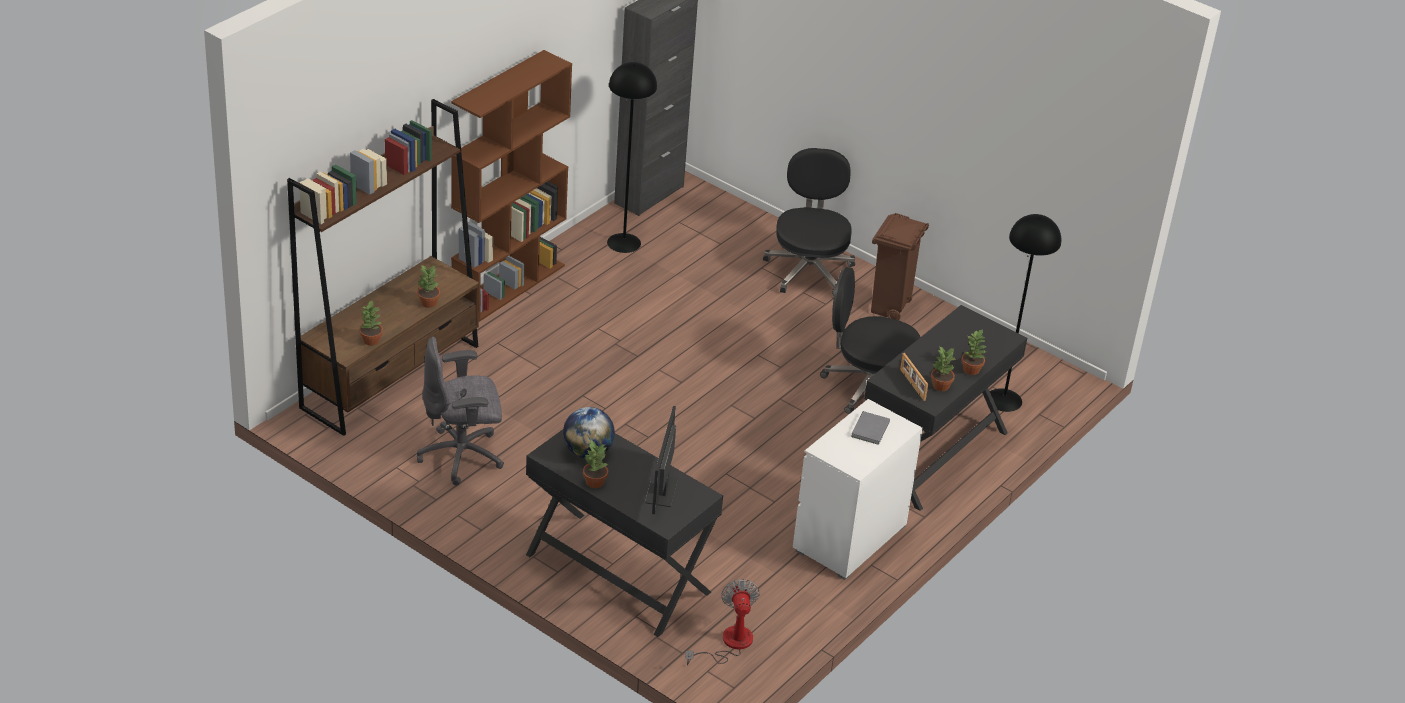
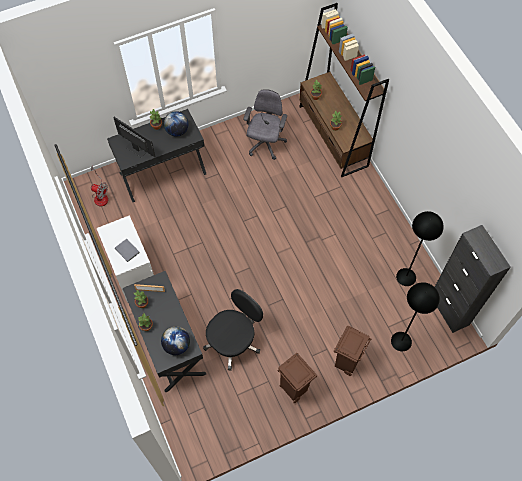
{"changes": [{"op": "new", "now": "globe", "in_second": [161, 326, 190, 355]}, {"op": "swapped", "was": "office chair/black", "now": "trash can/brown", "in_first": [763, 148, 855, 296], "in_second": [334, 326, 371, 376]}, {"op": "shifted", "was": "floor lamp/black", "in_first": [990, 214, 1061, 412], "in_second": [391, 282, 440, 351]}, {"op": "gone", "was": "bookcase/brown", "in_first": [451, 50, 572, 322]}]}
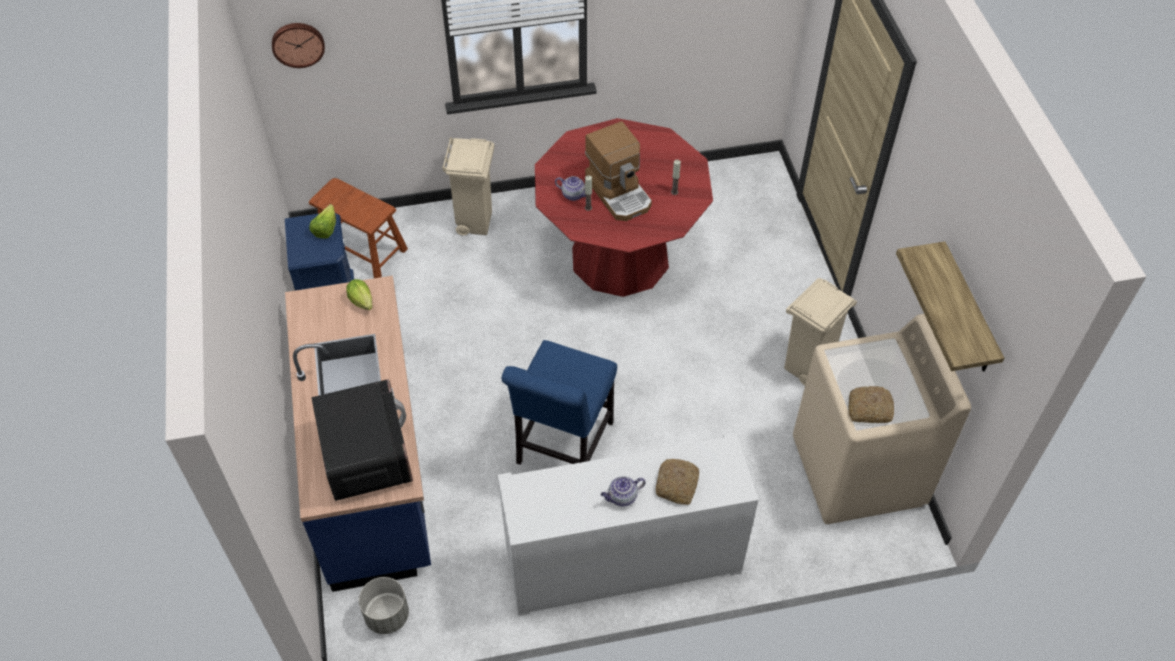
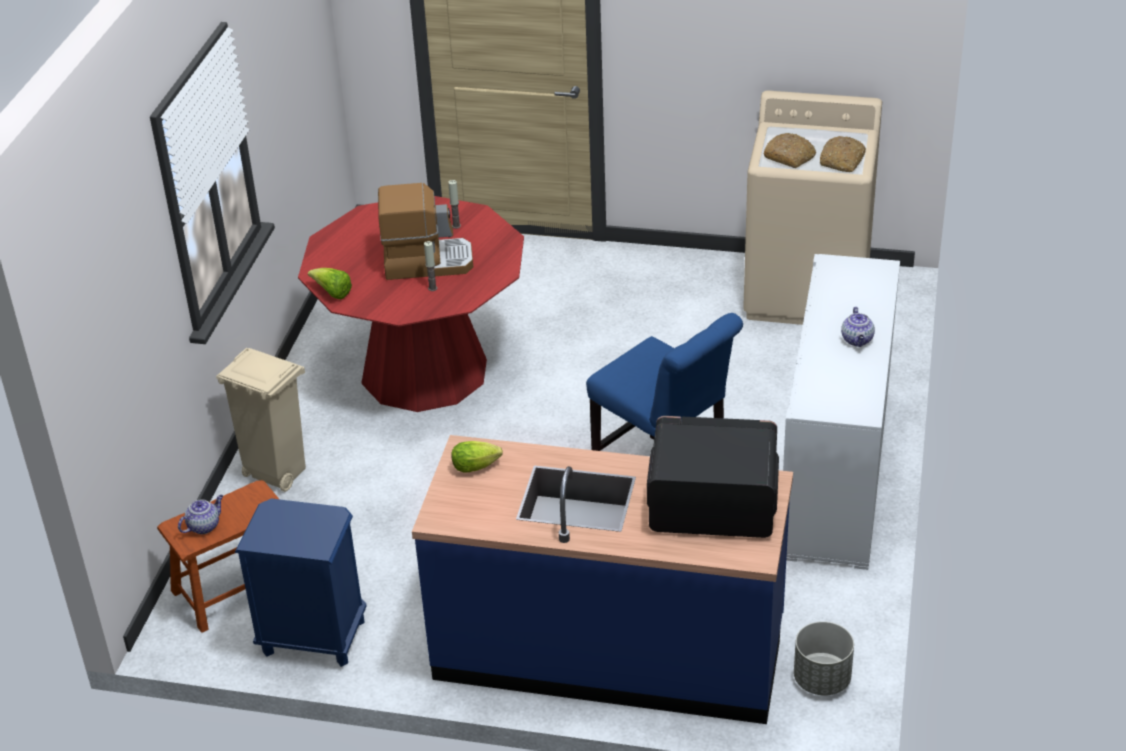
{"changes": [{"op": "shifted", "was": "teapot", "in_first": [555, 176, 586, 201], "in_second": [178, 495, 223, 534]}, {"op": "shifted", "was": "lettuce", "in_first": [309, 204, 336, 238], "in_second": [308, 268, 352, 299]}, {"op": "shifted", "was": "bread", "in_first": [656, 459, 699, 505], "in_second": [763, 133, 816, 168]}, {"op": "gone", "was": "wall clock", "in_first": [272, 23, 325, 68]}, {"op": "gone", "was": "trash can/beige", "in_first": [784, 278, 857, 385]}, {"op": "gone", "was": "shelf", "in_first": [896, 241, 1004, 372]}]}
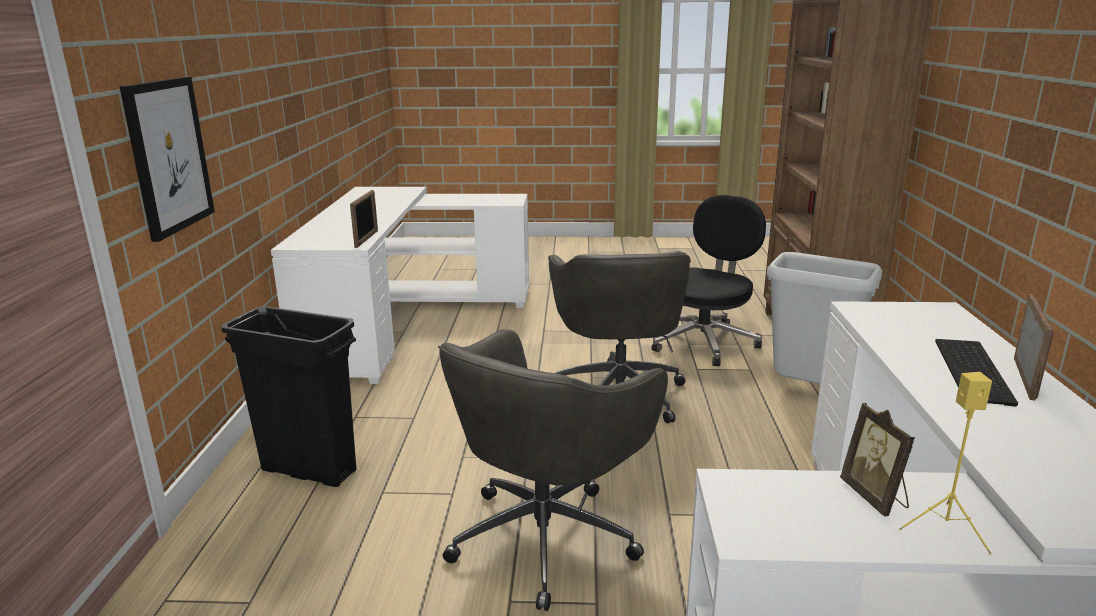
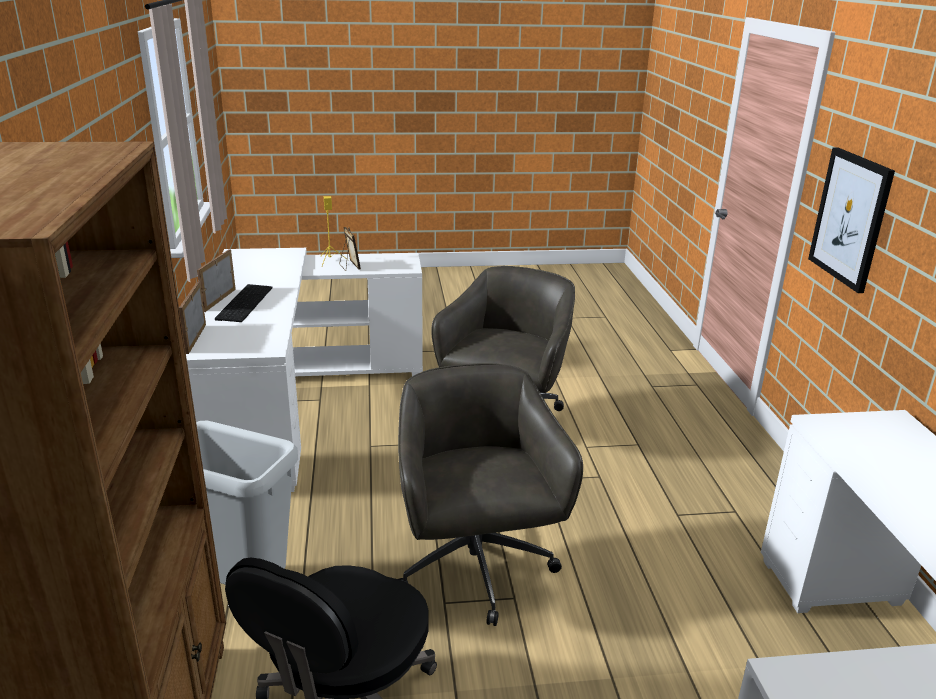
{"changes": [{"op": "shifted", "was": "picture frame", "in_first": [350, 190, 378, 248], "in_second": [179, 281, 206, 354]}, {"op": "gone", "was": "trash can/black", "in_first": [221, 306, 356, 487]}]}
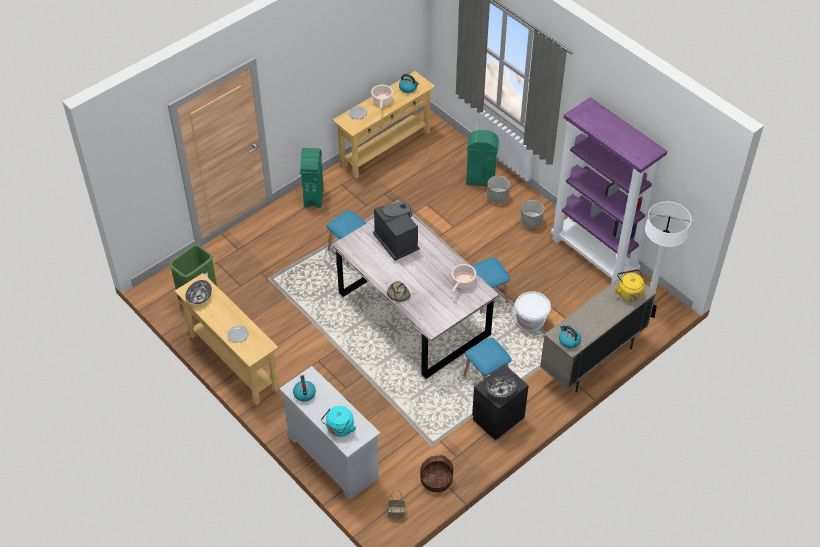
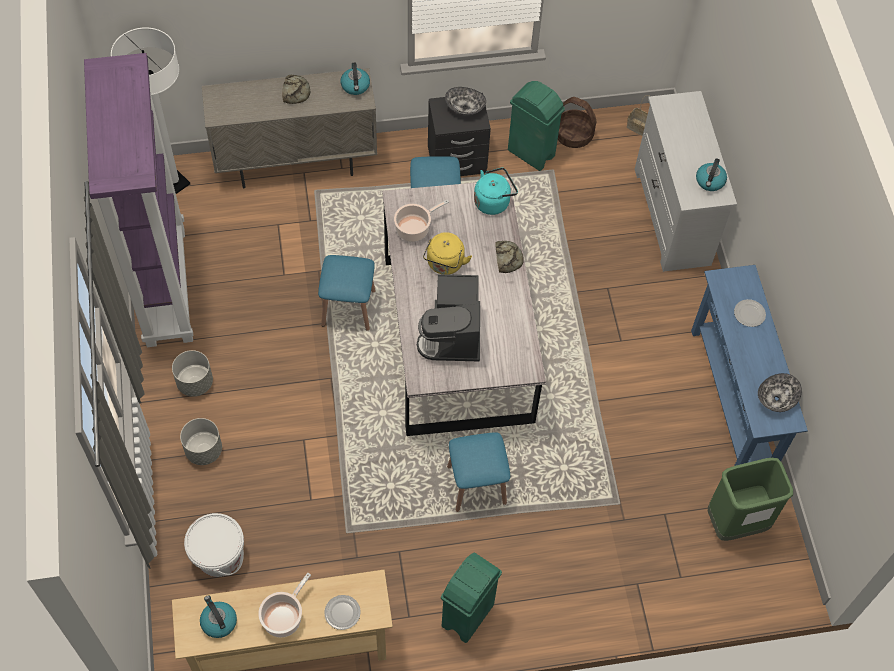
{"changes": [{"op": "shifted", "was": "bucket/white", "in_first": [513, 291, 551, 332], "in_second": [184, 513, 244, 577]}, {"op": "new", "now": "bread", "in_second": [282, 75, 310, 104]}, {"op": "shifted", "was": "kettle/yellow", "in_first": [615, 269, 645, 302], "in_second": [423, 232, 472, 274]}, {"op": "shifted", "was": "kettle/turquoise", "in_first": [321, 406, 356, 437], "in_second": [474, 167, 518, 215]}, {"op": "shifted", "was": "trash can/green", "in_first": [466, 130, 499, 186], "in_second": [508, 81, 565, 171]}, {"op": "repainted", "was": "console table/beige", "now": "console table/blue", "in_first": [175, 273, 279, 405], "in_second": [691, 265, 808, 466]}]}
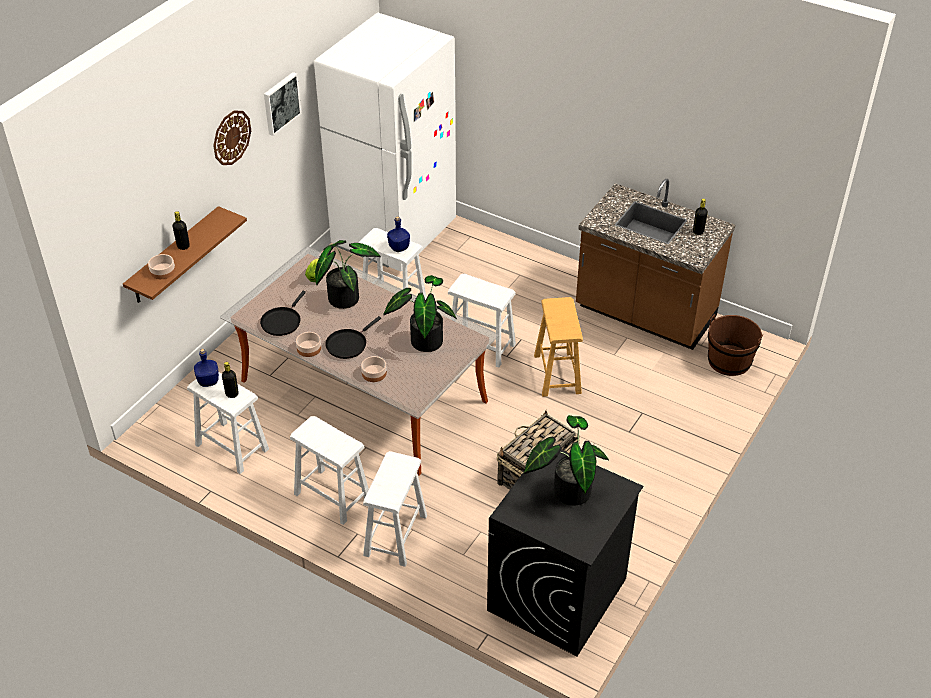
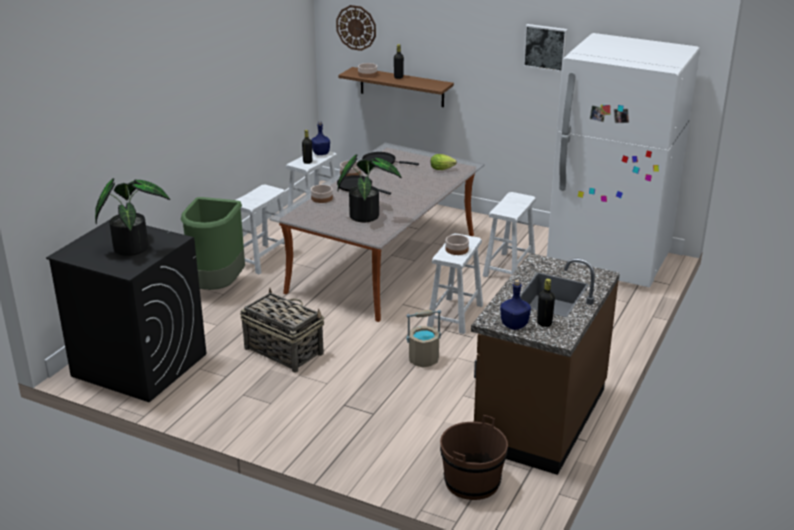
{"changes": [{"op": "swapped", "was": "stool/white", "now": "trash can/green", "in_first": [363, 451, 427, 567], "in_second": [181, 197, 245, 290]}, {"op": "shifted", "was": "wall clock", "in_first": [213, 111, 251, 165], "in_second": [336, 5, 376, 51]}, {"op": "swapped", "was": "stool/brown", "now": "bucket/beige", "in_first": [534, 297, 583, 397], "in_second": [406, 310, 441, 367]}, {"op": "new", "now": "bowl", "in_second": [445, 235, 469, 255]}, {"op": "shifted", "was": "bottle/blue", "in_first": [387, 216, 410, 252], "in_second": [500, 280, 531, 330]}, {"op": "gone", "was": "potted plant", "in_first": [315, 240, 381, 309]}]}
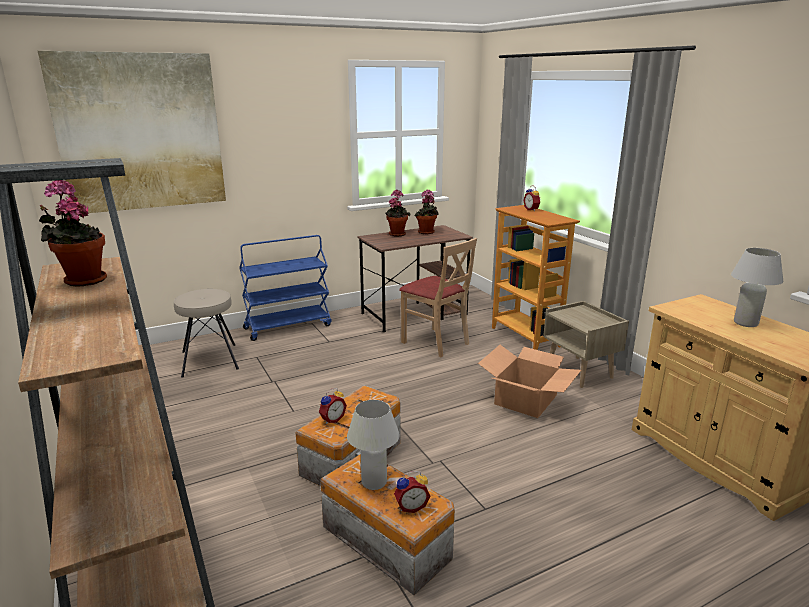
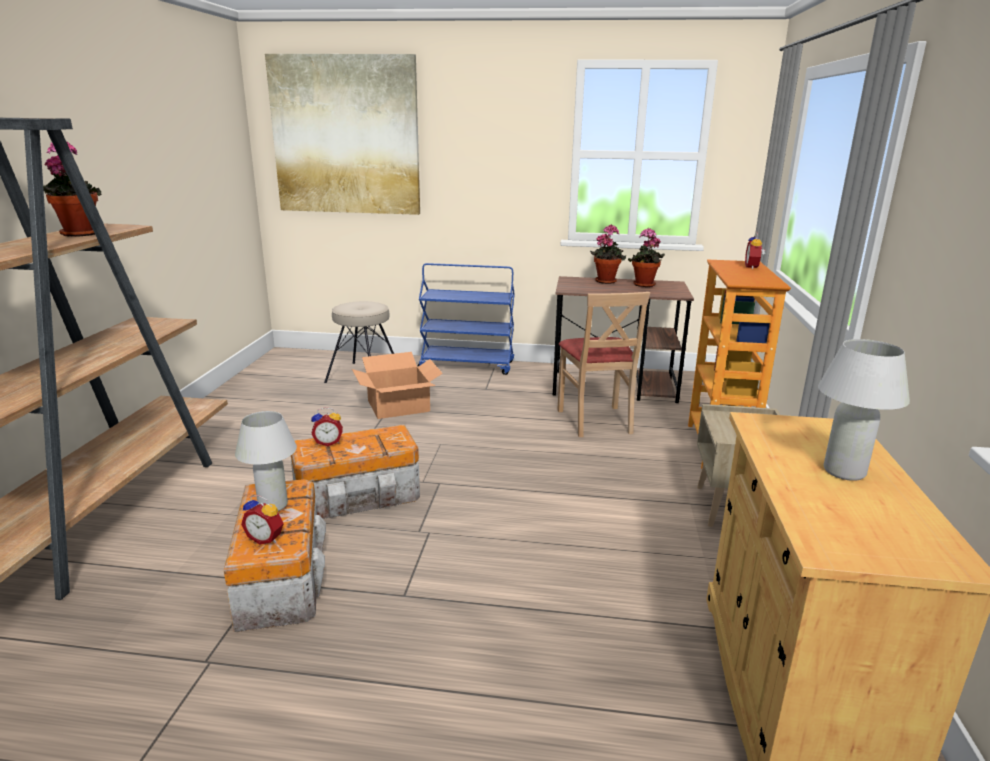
{"changes": [{"op": "shifted", "was": "cardboard box", "in_first": [478, 345, 581, 418], "in_second": [352, 352, 443, 419]}]}
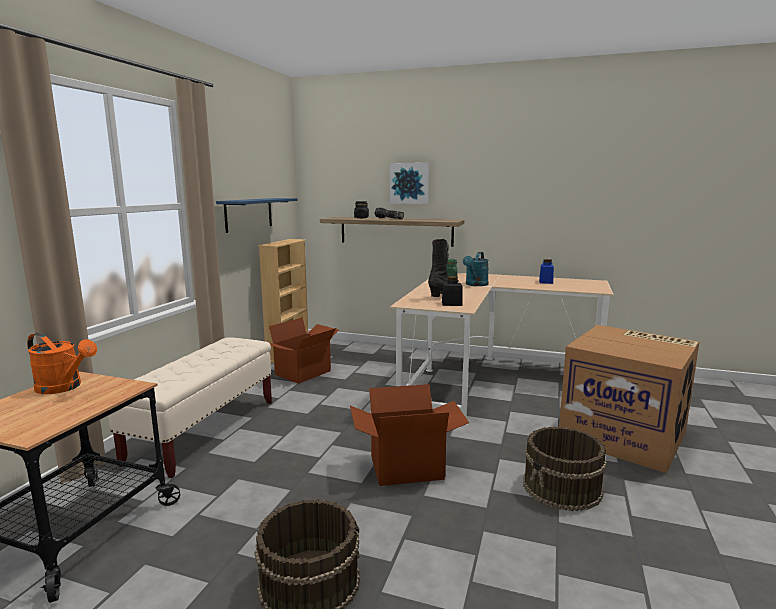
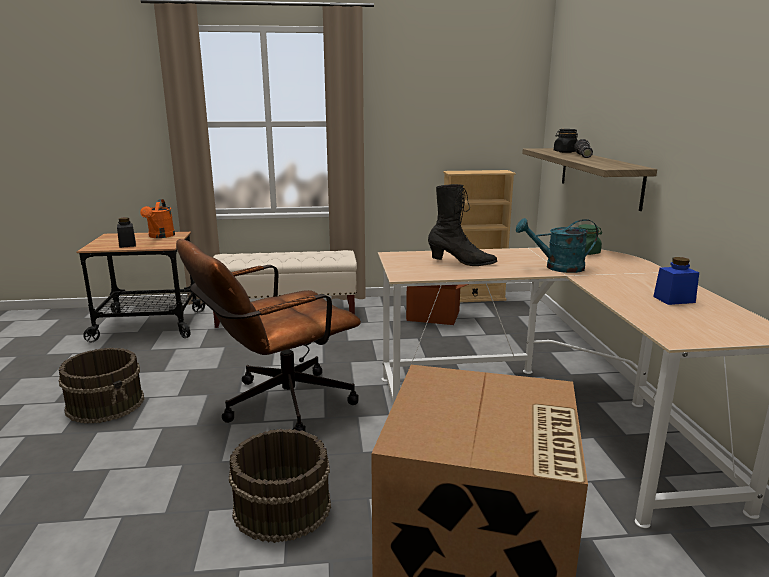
{"changes": [{"op": "shifted", "was": "jar/black", "in_first": [442, 276, 463, 306], "in_second": [117, 217, 136, 248]}, {"op": "swapped", "was": "cardboard box", "now": "office chair/brown", "in_first": [350, 384, 469, 486], "in_second": [176, 239, 361, 432]}, {"op": "gone", "was": "shelf/blue", "in_first": [216, 198, 298, 233]}, {"op": "gone", "was": "picture", "in_first": [390, 163, 429, 204]}]}
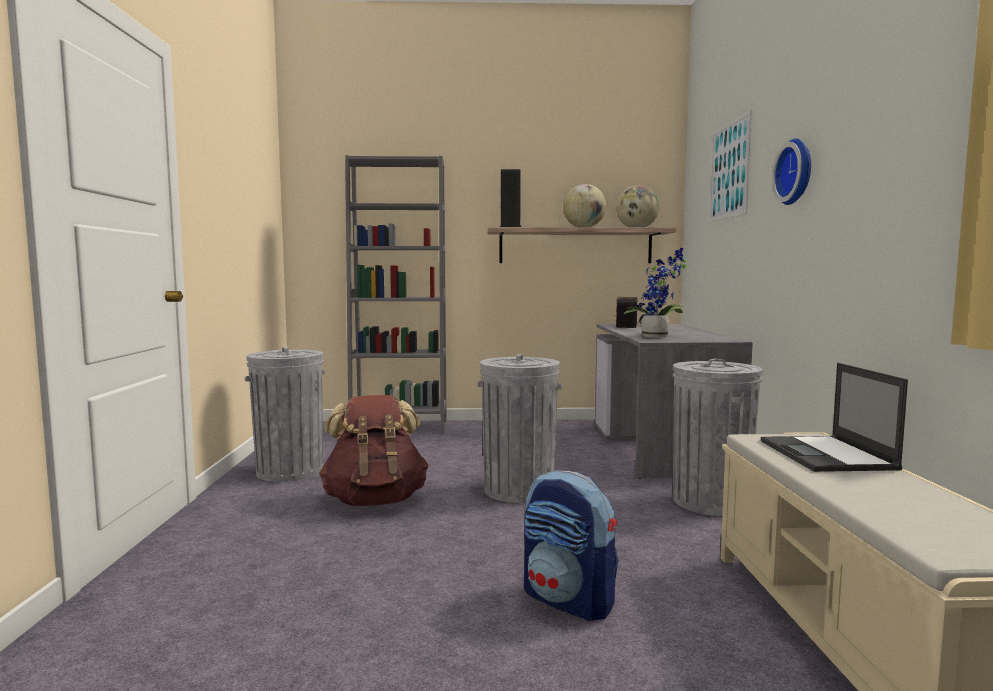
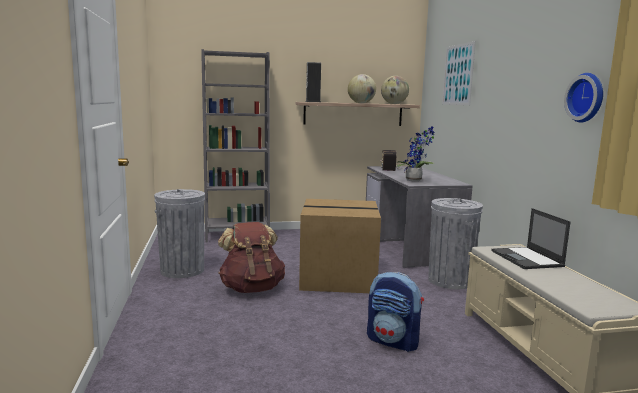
{"changes": [{"op": "swapped", "was": "trash can/grey", "now": "cardboard box", "in_first": [478, 354, 563, 503], "in_second": [299, 199, 381, 293]}, {"op": "shifted", "was": "wall clock", "in_first": [772, 139, 811, 205], "in_second": [564, 73, 603, 123]}]}
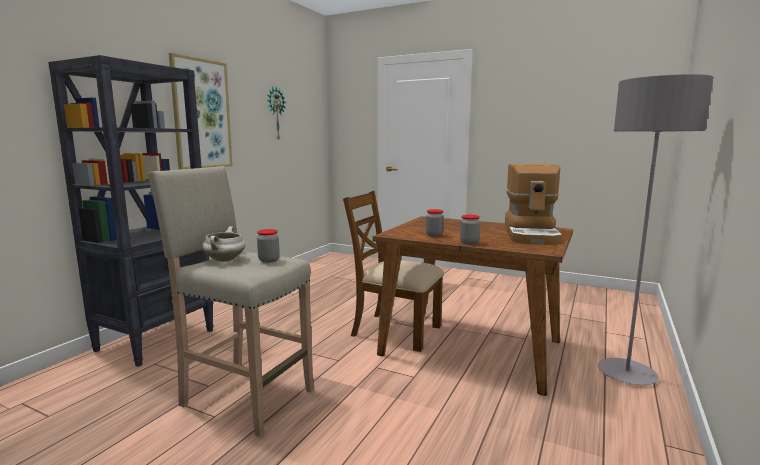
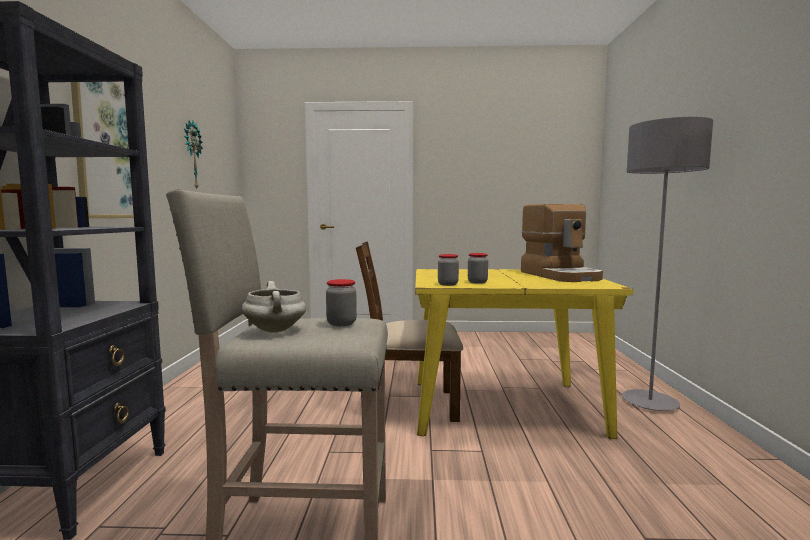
{"changes": [{"op": "repainted", "was": "dining table/brown", "now": "dining table/yellow", "in_first": [373, 216, 573, 396], "in_second": [415, 269, 633, 439]}, {"op": "shifted", "was": "jar", "in_first": [460, 215, 480, 245], "in_second": [438, 254, 459, 286]}]}
